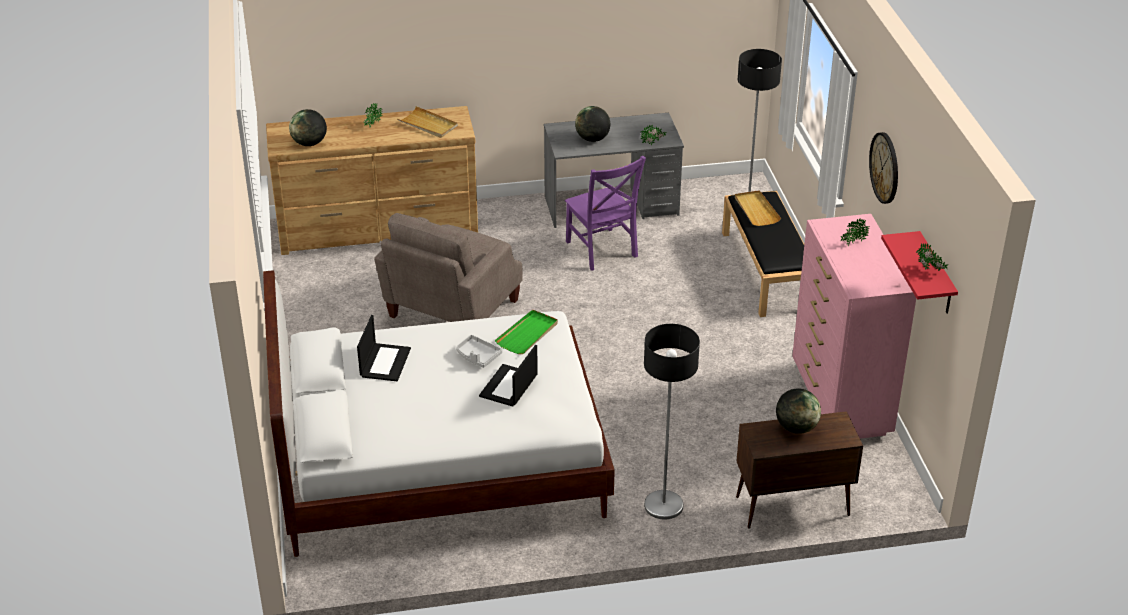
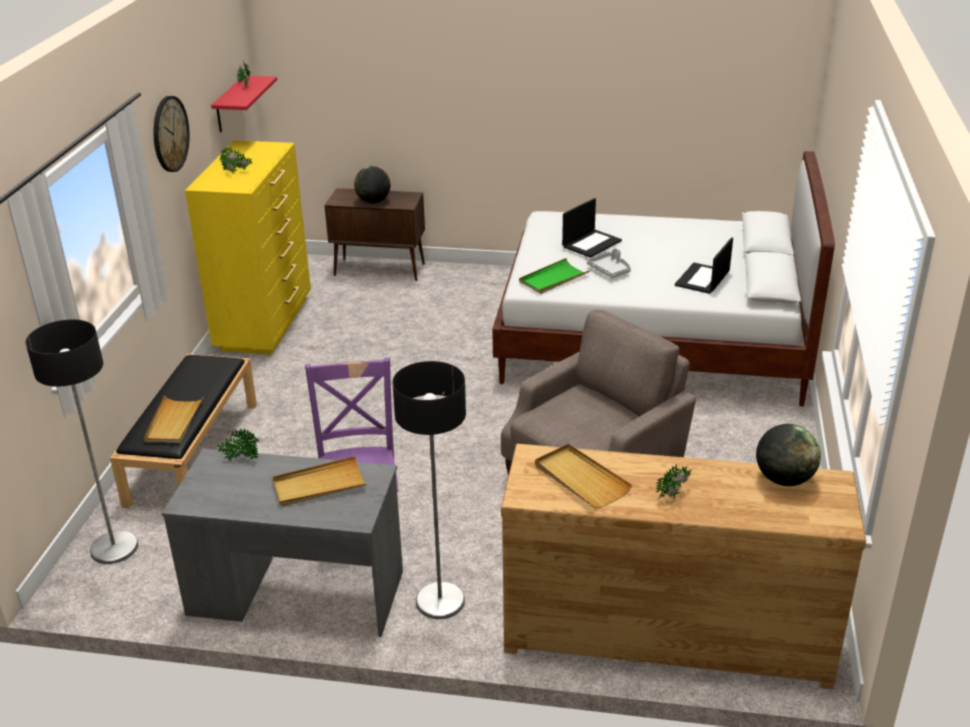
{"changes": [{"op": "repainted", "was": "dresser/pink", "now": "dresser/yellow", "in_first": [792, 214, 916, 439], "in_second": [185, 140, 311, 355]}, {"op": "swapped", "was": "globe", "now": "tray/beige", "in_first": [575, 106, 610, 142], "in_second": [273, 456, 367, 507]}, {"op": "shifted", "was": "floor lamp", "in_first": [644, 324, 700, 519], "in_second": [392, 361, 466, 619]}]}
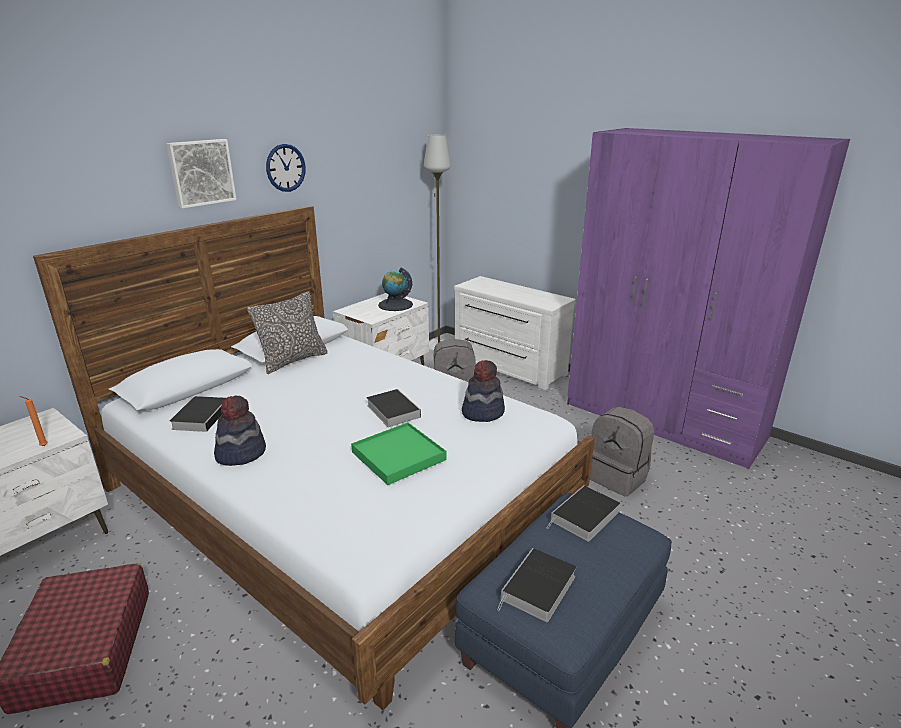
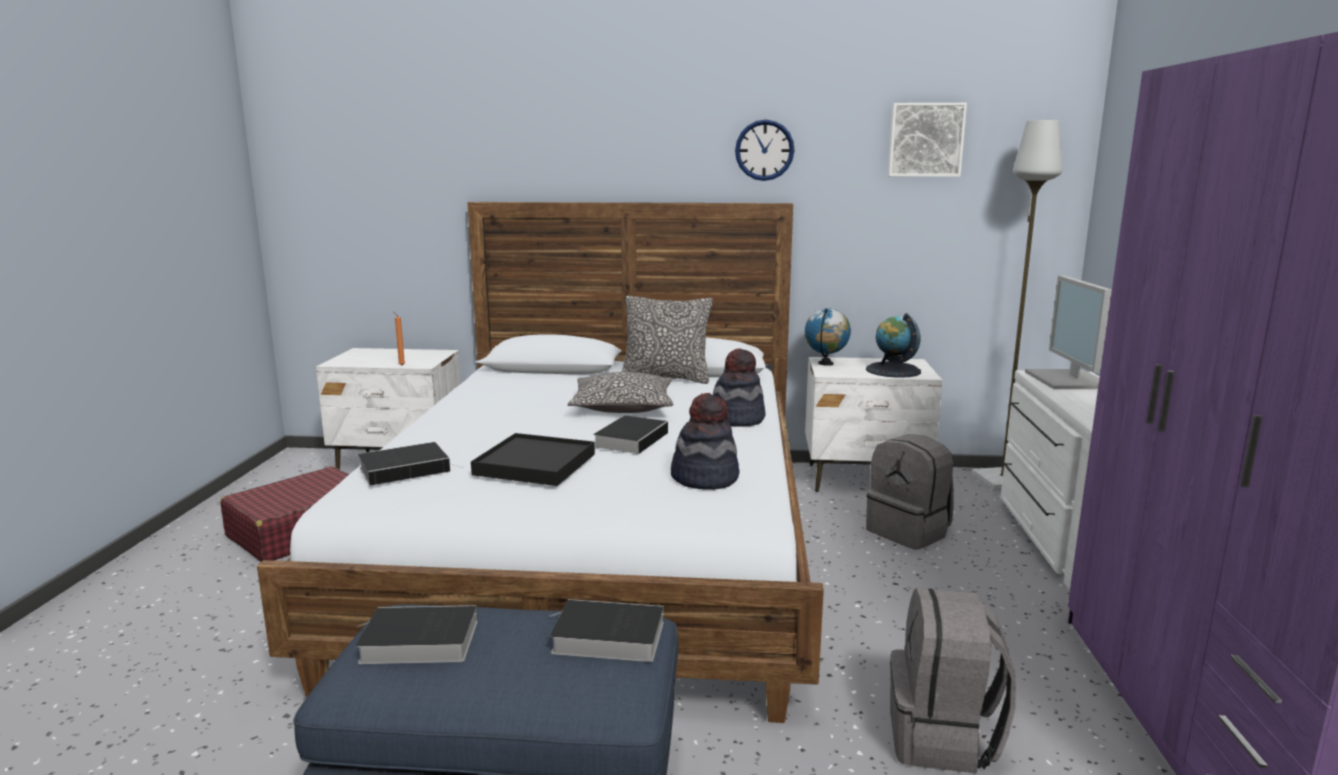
{"changes": [{"op": "shifted", "was": "book", "in_first": [170, 396, 226, 432], "in_second": [358, 442, 464, 486]}, {"op": "repainted", "was": "tray/green", "now": "tray/black", "in_first": [351, 422, 446, 485], "in_second": [471, 433, 595, 486]}, {"op": "new", "now": "pillow", "in_second": [568, 372, 673, 413]}, {"op": "shifted", "was": "hat", "in_first": [214, 395, 266, 466], "in_second": [713, 348, 765, 427]}, {"op": "new", "now": "globe", "in_second": [805, 308, 851, 366]}, {"op": "shifted", "was": "picture", "in_first": [166, 139, 236, 209], "in_second": [888, 103, 967, 177]}, {"op": "new", "now": "monitor", "in_second": [1025, 276, 1112, 389]}]}
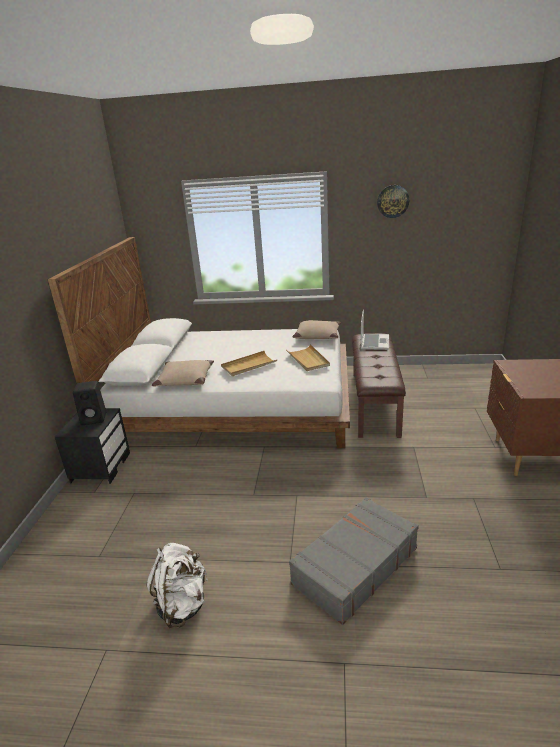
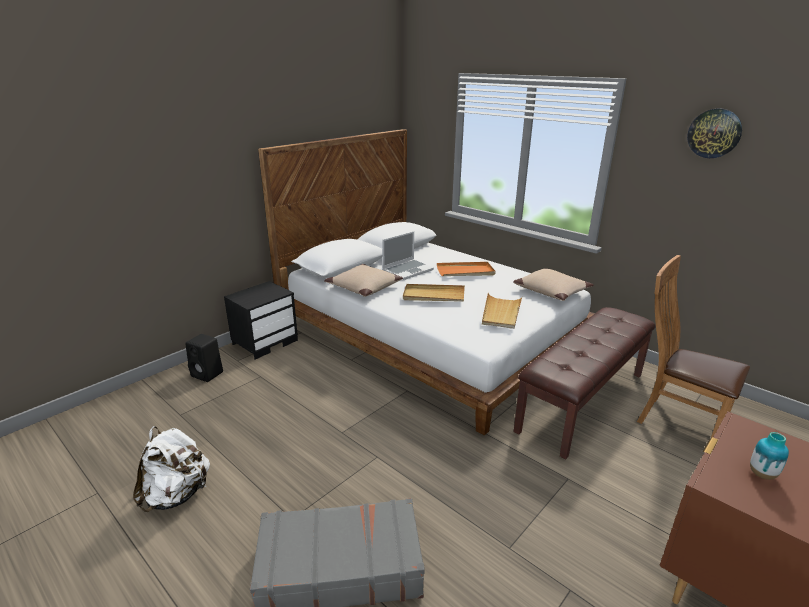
{"changes": [{"op": "shifted", "was": "speaker/black", "in_first": [73, 381, 106, 425], "in_second": [186, 334, 223, 382]}, {"op": "shifted", "was": "laptop", "in_first": [361, 310, 389, 350], "in_second": [383, 231, 434, 280]}, {"op": "new", "now": "tray/orange", "in_second": [437, 262, 496, 276]}, {"op": "new", "now": "chair/brown", "in_second": [637, 255, 750, 438]}, {"op": "new", "now": "vase", "in_second": [750, 432, 789, 480]}]}
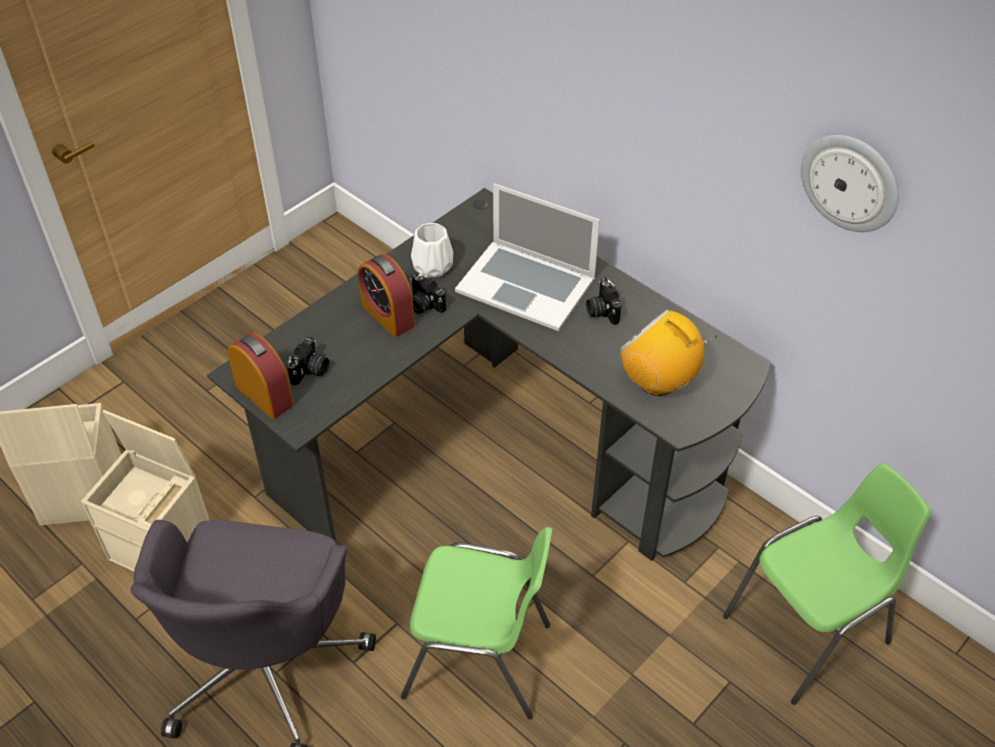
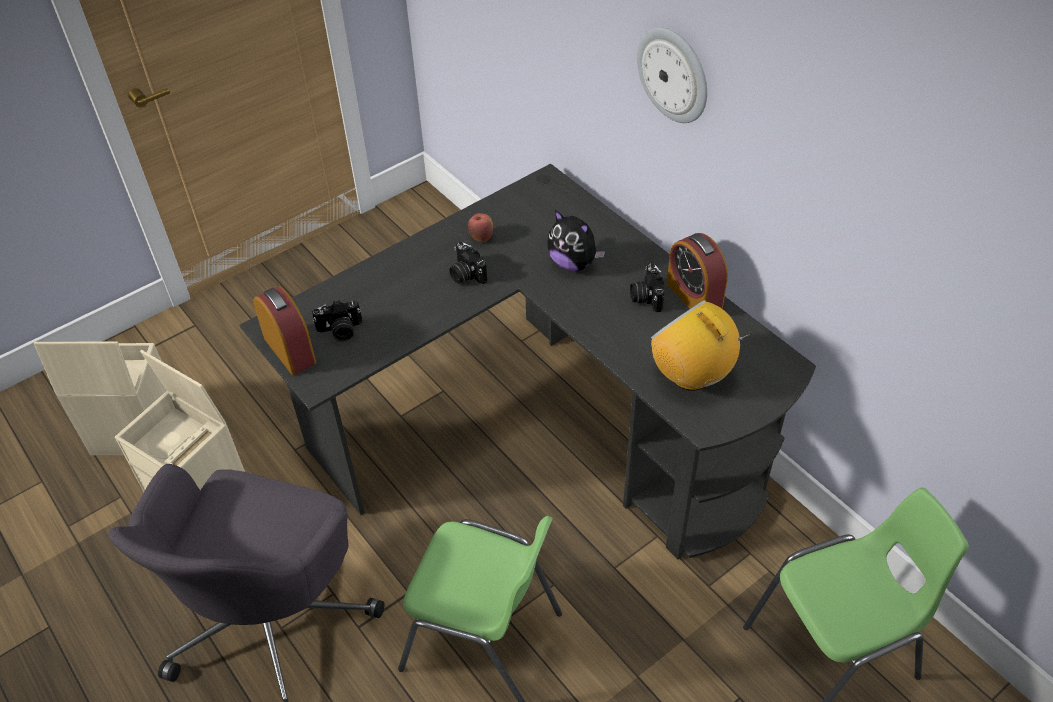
{"changes": [{"op": "rotated", "was": "photo camera", "in_first": [287, 337, 329, 386], "in_second": [312, 300, 362, 341], "clockwise": 45}, {"op": "swapped", "was": "vase/white", "now": "apple", "in_first": [411, 223, 453, 278], "in_second": [468, 213, 493, 242]}, {"op": "swapped", "was": "laptop", "now": "plush toy", "in_first": [455, 183, 600, 331], "in_second": [547, 210, 605, 271]}, {"op": "shifted", "was": "wall clock", "in_first": [801, 135, 899, 232], "in_second": [637, 27, 707, 123]}, {"op": "shifted", "was": "alarm clock", "in_first": [358, 254, 415, 337], "in_second": [667, 233, 728, 309]}]}
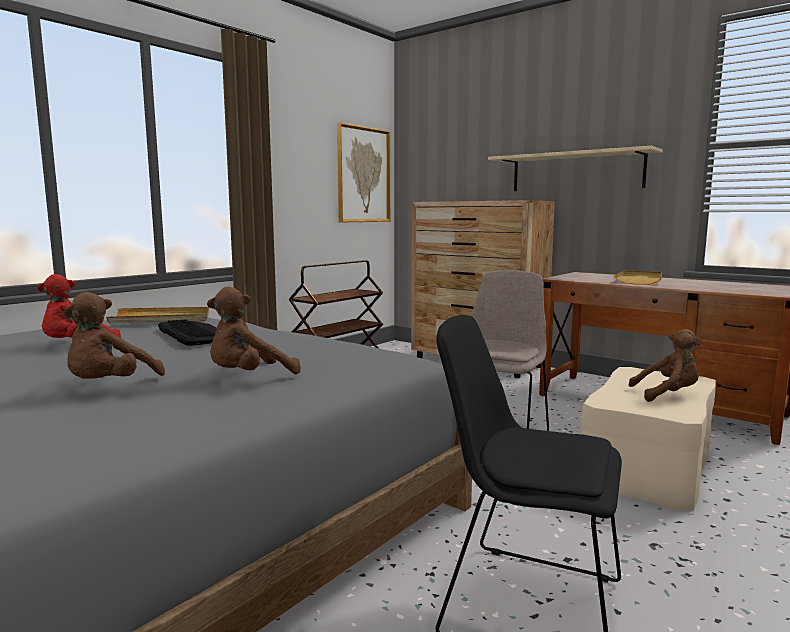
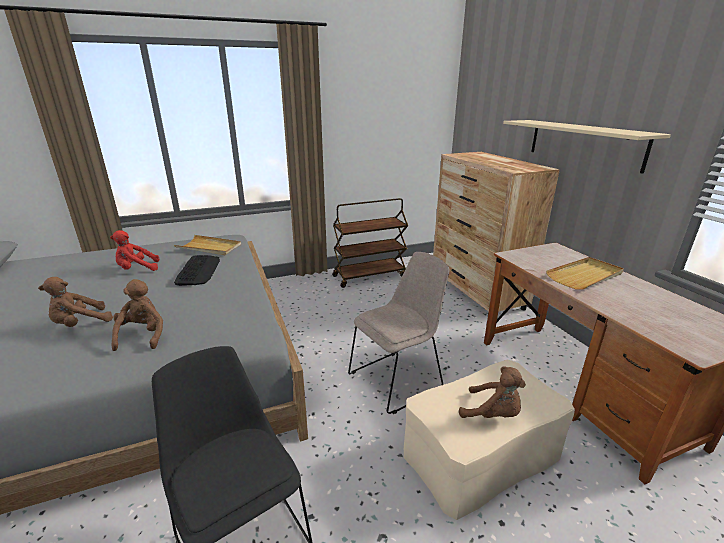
{"changes": [{"op": "rotated", "was": "plush toy/brown", "in_first": [207, 287, 301, 374], "in_second": [112, 279, 163, 351], "clockwise": 90}, {"op": "gone", "was": "picture", "in_first": [337, 123, 390, 222]}]}
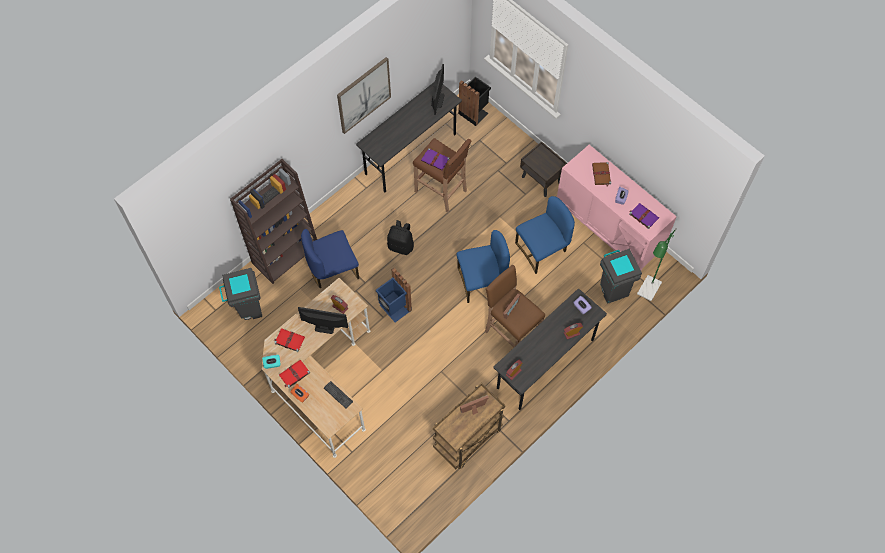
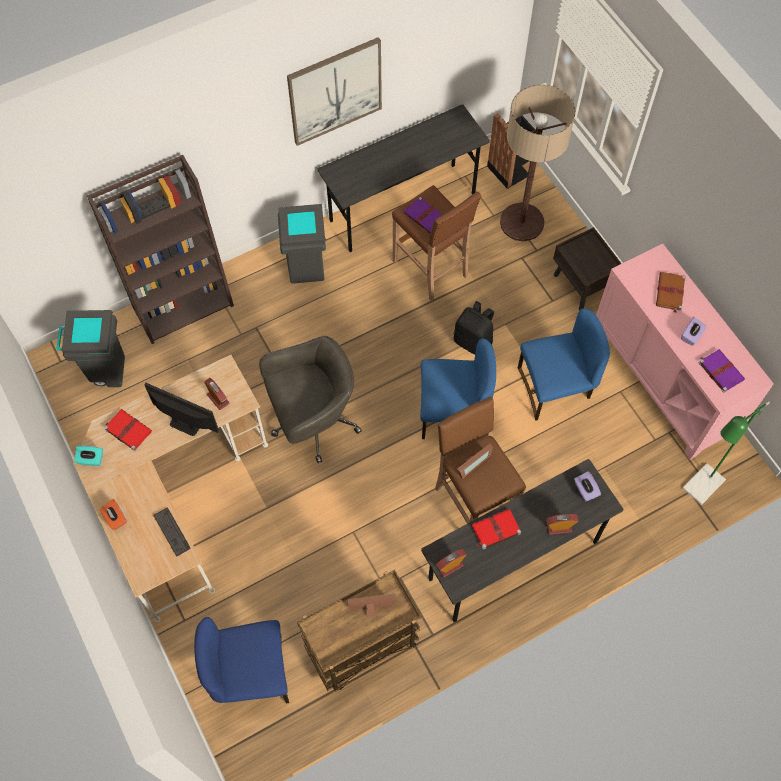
{"changes": [{"op": "shifted", "was": "chair/blue", "in_first": [301, 229, 359, 288], "in_second": [194, 617, 289, 703]}, {"op": "swapped", "was": "trash can/blue", "now": "office chair/grey", "in_first": [376, 268, 412, 322], "in_second": [259, 336, 362, 463]}, {"op": "shifted", "was": "trash can/grey", "in_first": [600, 249, 642, 304], "in_second": [278, 204, 326, 284]}, {"op": "shifted", "was": "backpack/black", "in_first": [387, 220, 414, 255], "in_second": [454, 301, 494, 355]}, {"op": "shifted", "was": "book/red", "in_first": [279, 360, 310, 388], "in_second": [472, 509, 521, 550]}, {"op": "new", "now": "floor lamp", "in_second": [500, 85, 575, 241]}, {"op": "gone", "was": "monitor", "in_first": [431, 64, 444, 115]}]}
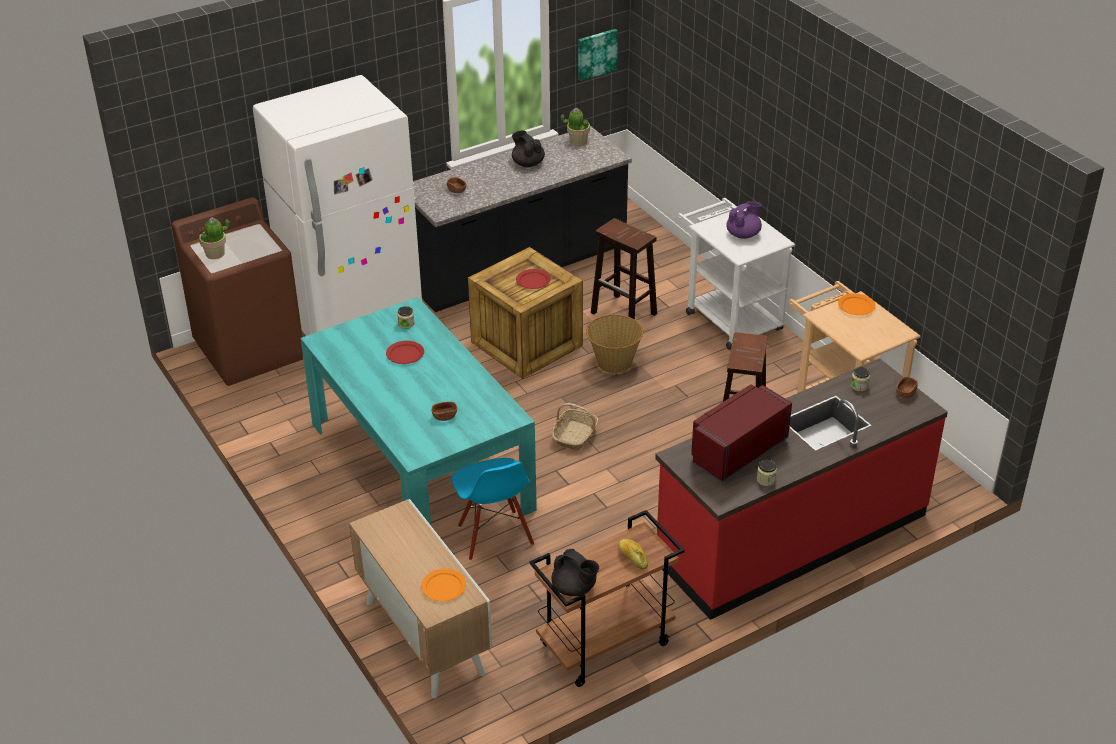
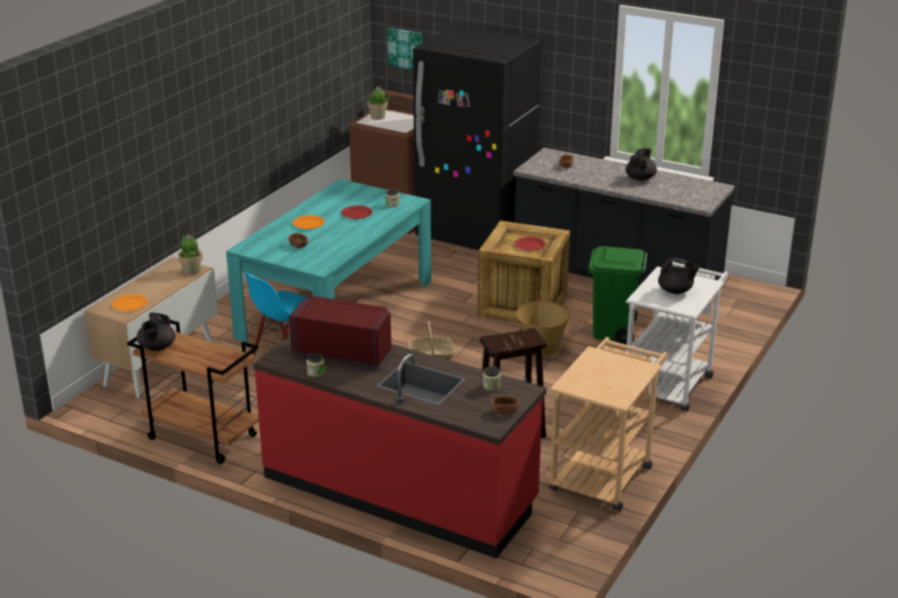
{"changes": [{"op": "shifted", "was": "potted plant", "in_first": [561, 108, 590, 146], "in_second": [178, 234, 203, 275]}, {"op": "shifted", "was": "plate/orange", "in_first": [838, 293, 876, 315], "in_second": [293, 215, 325, 229]}, {"op": "shifted", "was": "picture", "in_first": [578, 29, 618, 81], "in_second": [387, 28, 422, 70]}, {"op": "repainted", "was": "fridge/white", "now": "fridge/black", "in_first": [253, 75, 422, 336], "in_second": [413, 26, 541, 250]}, {"op": "swapped", "was": "stool/brown", "now": "trash can/green", "in_first": [591, 218, 657, 320], "in_second": [589, 246, 648, 345]}, {"op": "repainted", "was": "teapot/purple", "now": "teapot/black", "in_first": [726, 201, 762, 239], "in_second": [658, 258, 699, 294]}, {"op": "gone", "was": "bread", "in_first": [619, 539, 648, 570]}]}
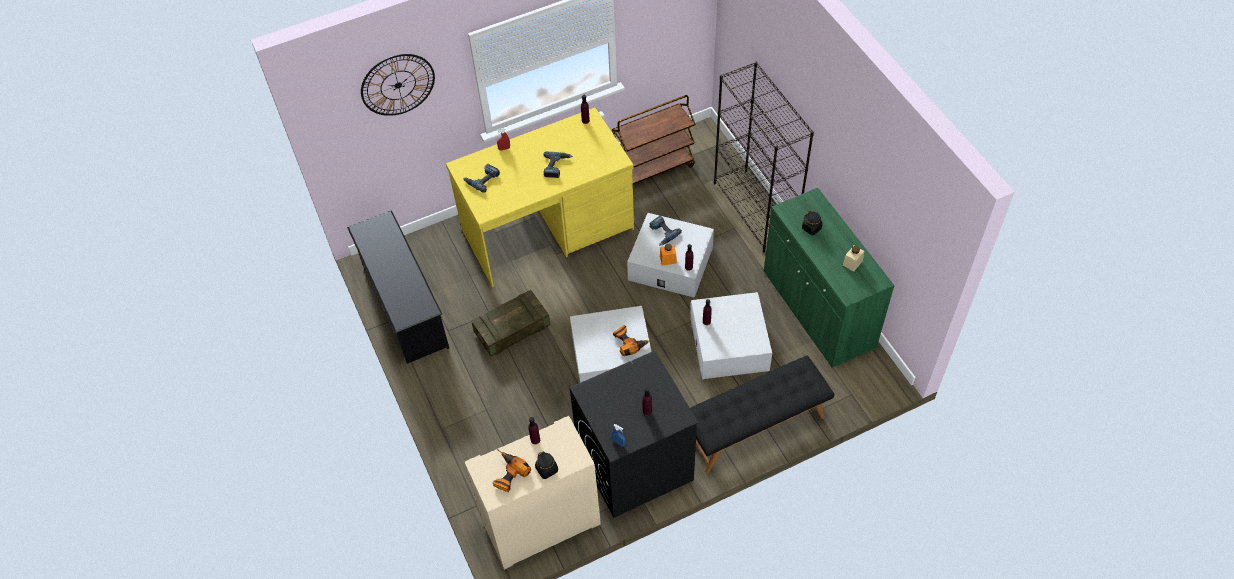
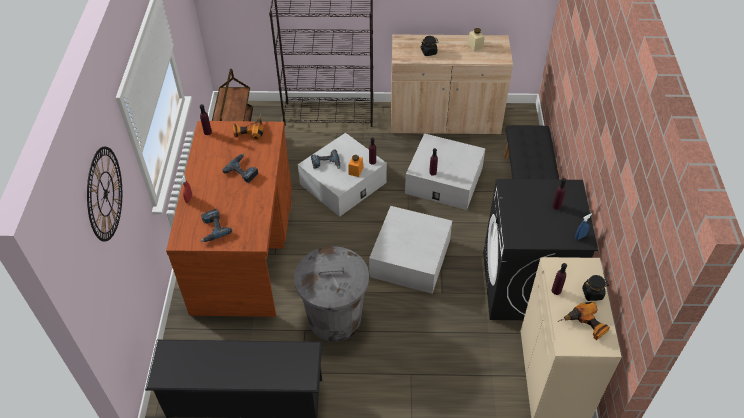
{"changes": [{"op": "repainted", "was": "desk/yellow", "now": "desk/brown", "in_first": [446, 108, 634, 287], "in_second": [166, 121, 292, 317]}, {"op": "shifted", "was": "power drill", "in_first": [613, 325, 654, 356], "in_second": [232, 114, 264, 140]}, {"op": "swapped", "was": "crate", "now": "trash can/grey", "in_first": [471, 290, 550, 356], "in_second": [294, 246, 369, 342]}, {"op": "repainted", "was": "cabinet/green", "now": "cabinet/beige", "in_first": [764, 188, 895, 368], "in_second": [391, 34, 513, 134]}]}
